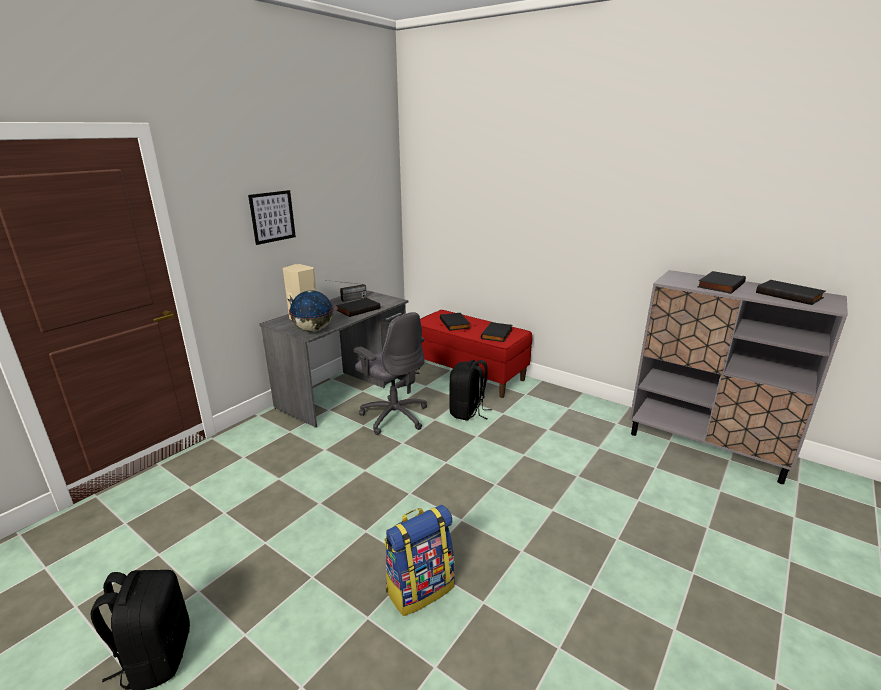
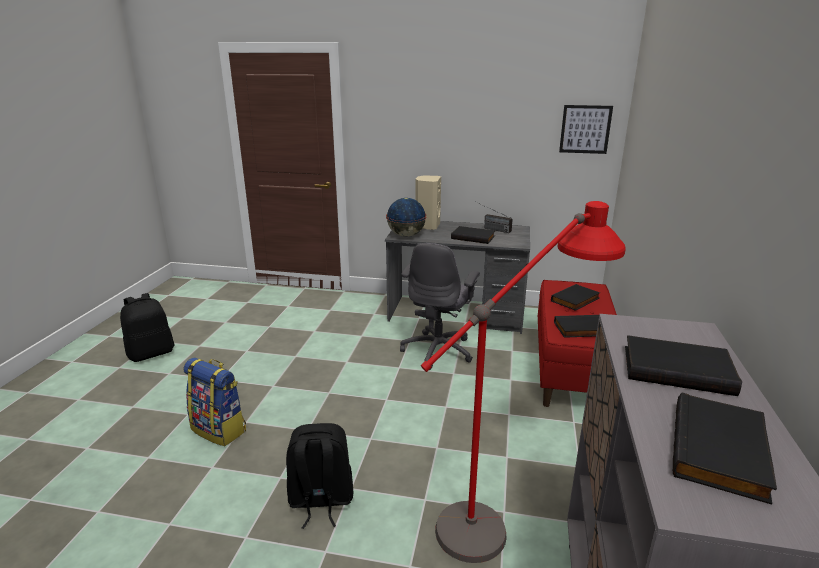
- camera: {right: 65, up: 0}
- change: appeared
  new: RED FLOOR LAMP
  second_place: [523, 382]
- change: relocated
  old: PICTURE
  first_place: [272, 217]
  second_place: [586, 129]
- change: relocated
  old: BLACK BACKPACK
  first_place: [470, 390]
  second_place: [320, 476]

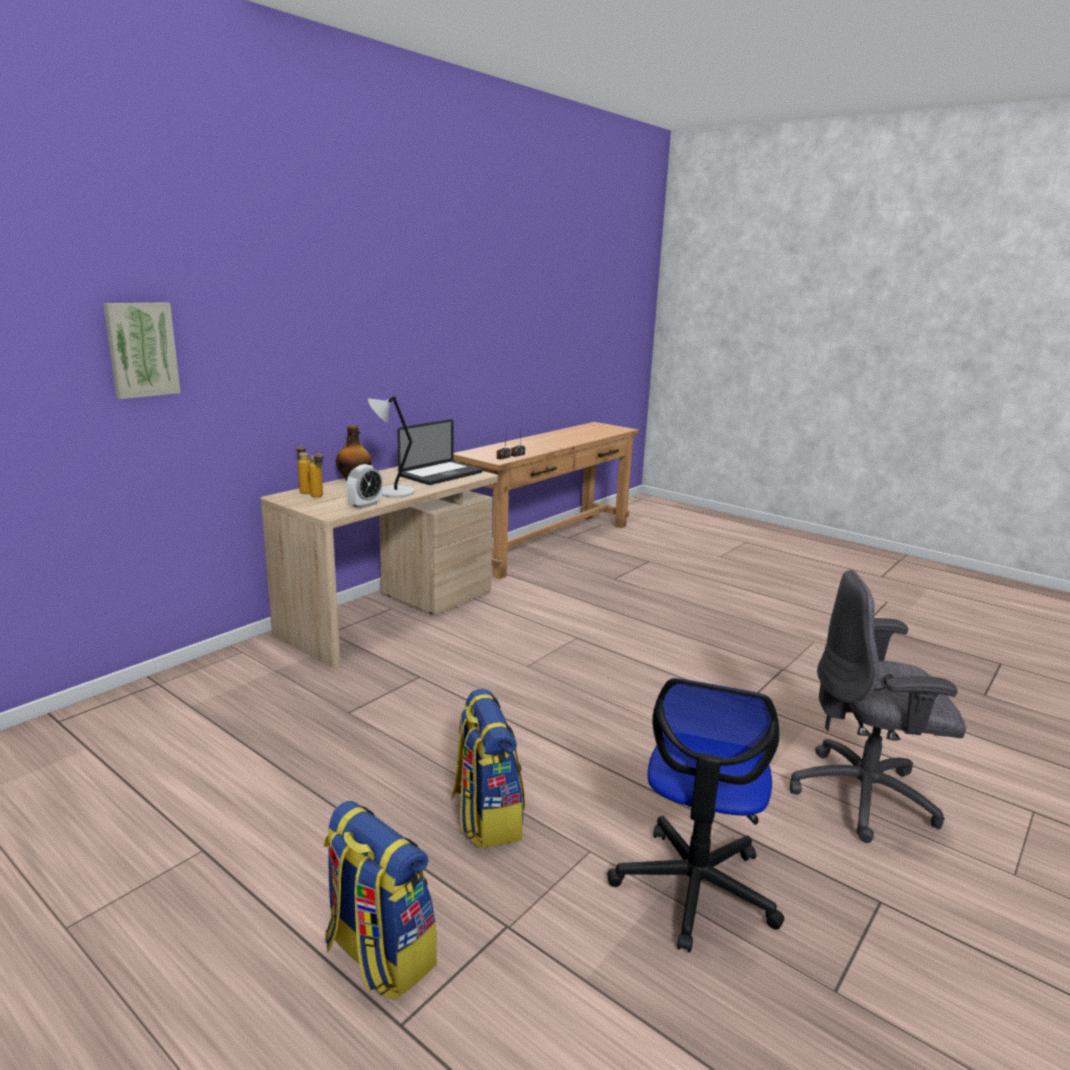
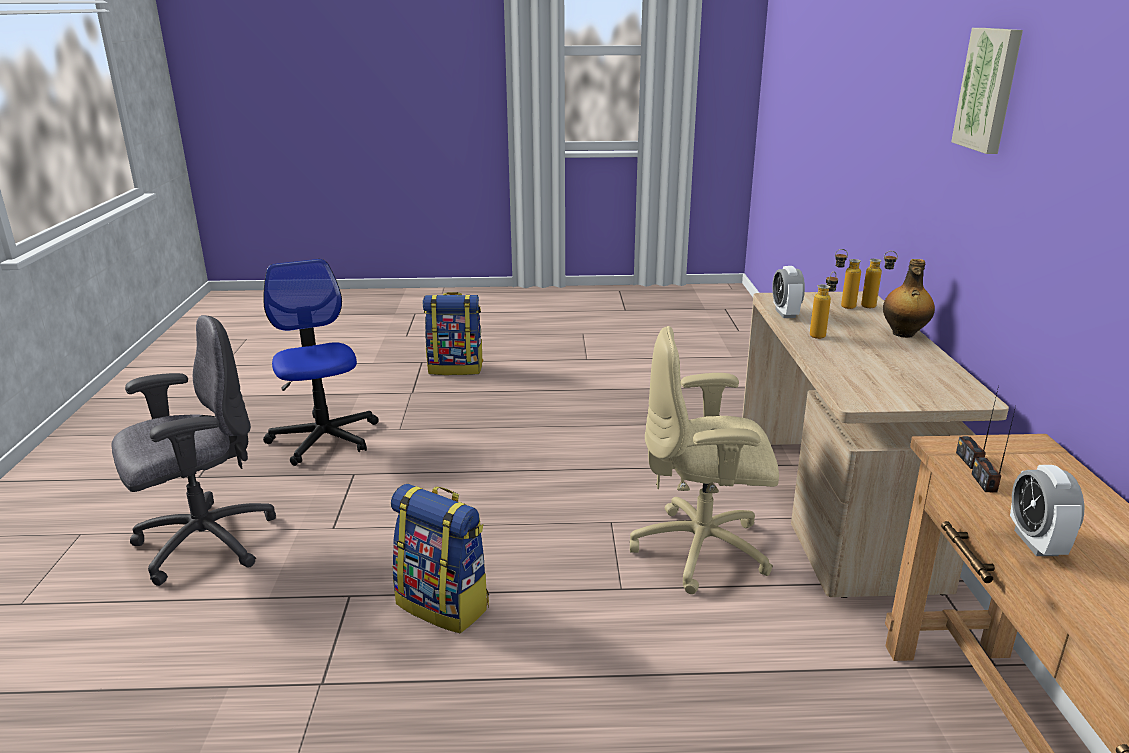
- camera: {right: 140, up: 5}
- change: missing
  old: LAPTOP
  first_place: [439, 452]
- change: appeared
  new: BEIGE OFFICE CHAIR
  second_place: [704, 460]
- change: appeared
  new: ALARM CLOCK
  second_place: [1047, 510]
- change: relocated
  old: PICTURE
  first_place: [142, 350]
  second_place: [987, 91]
- change: relocated
  old: BACKPACK
  first_place: [488, 768]
  second_place: [440, 559]
- change: exchanged
  old: GREY TABLE LAMP
  new: BOTTLE
  first_place: [391, 446]
  second_place: [824, 305]

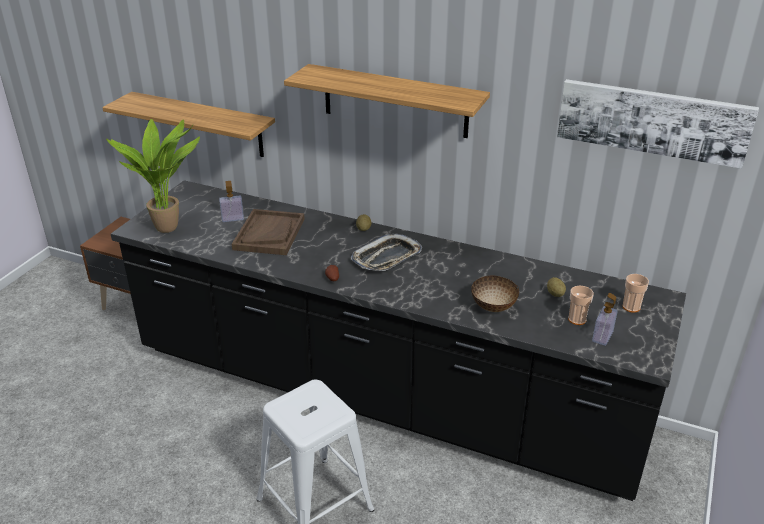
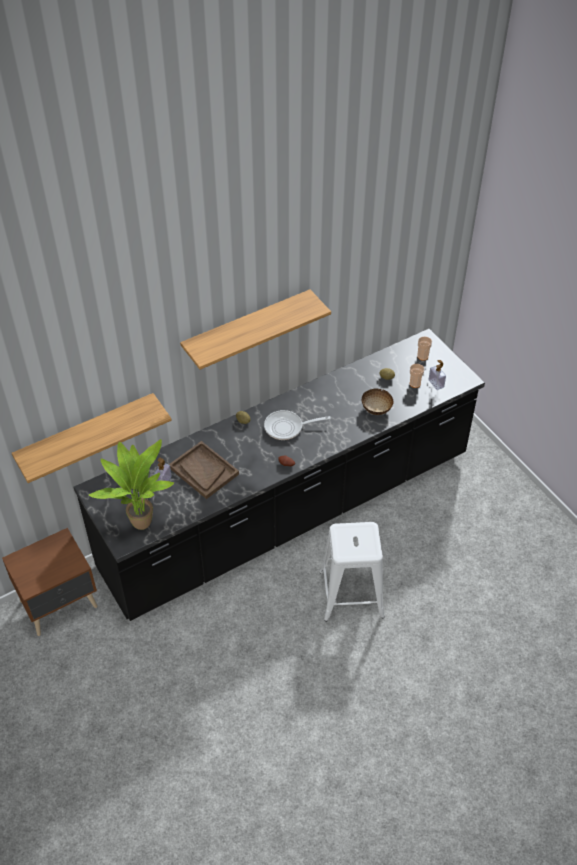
- camera: {right: -55, up: 15}
- change: missing
  old: PICTURE
  first_place: [658, 124]
- change: exchanged
  old: TRAY
  new: FRYING PAN
  first_place: [386, 252]
  second_place: [297, 425]

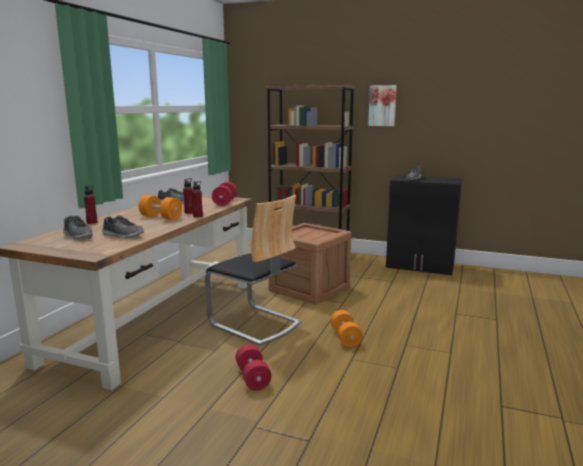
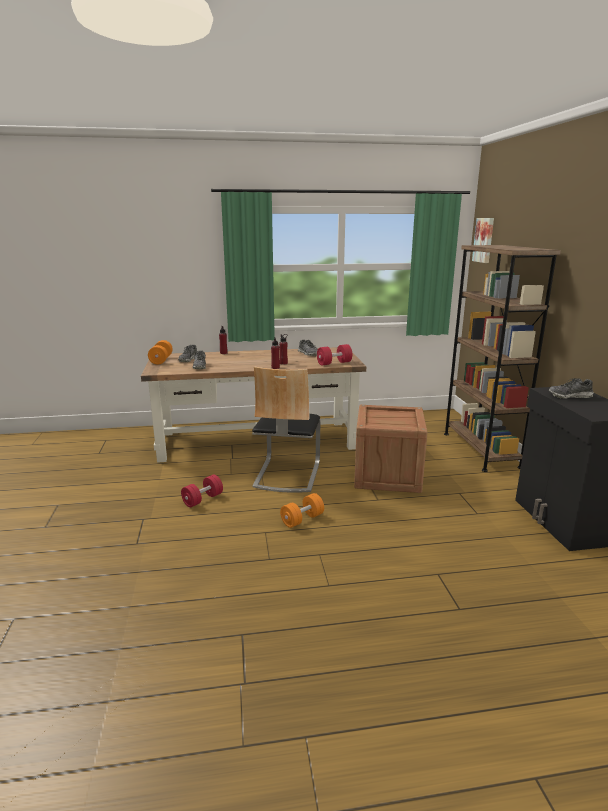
- camera: {right: 60, up: 5}
- change: relocated
  old: ORANGE DUMBBELL
  first_place: [160, 207]
  second_place: [160, 352]
- change: relocated
  old: PICTURE
  first_place: [382, 105]
  second_place: [483, 240]

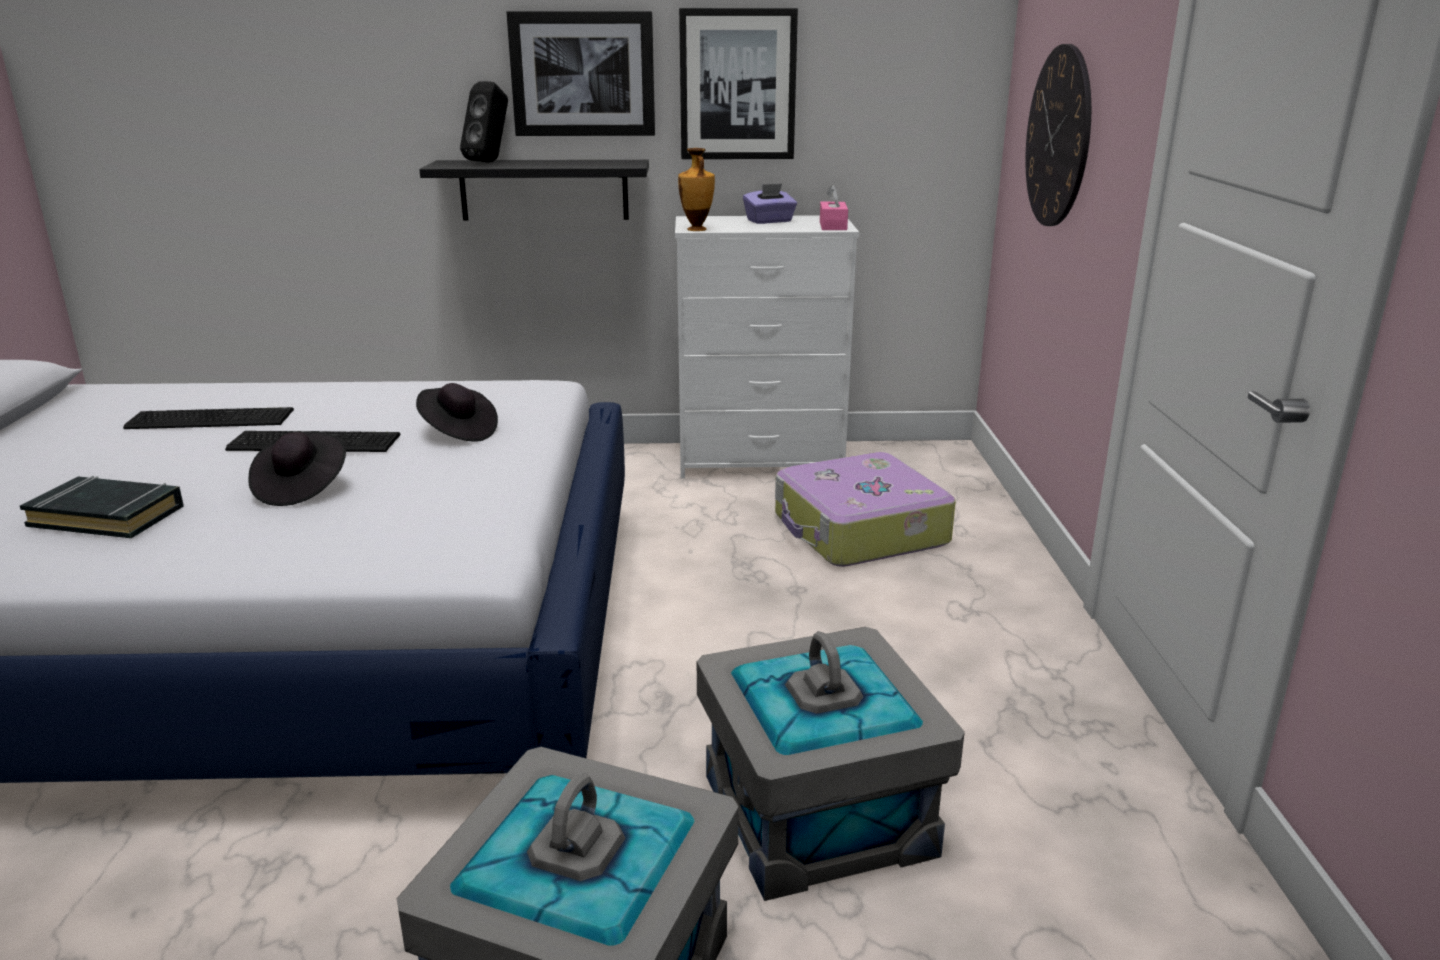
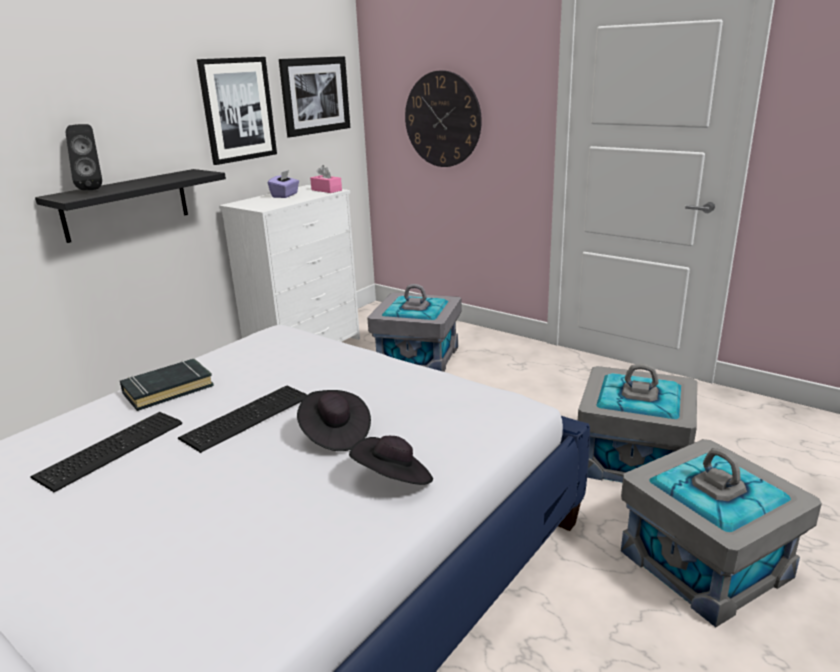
- camera: {right: -50, up: 0}
- change: missing
  old: VASE
  first_place: [696, 189]
- change: relocated
  old: BLACK BOOK
  first_place: [102, 507]
  second_place: [167, 385]
- change: relocated
  old: BLACK HAT
  first_place: [457, 412]
  second_place: [391, 460]
- change: relocated
  old: PICTURE
  first_place: [580, 73]
  second_place: [314, 96]
- change: exchanged
  old: SUITCASE
  new: GREY STORAGE BOX
  first_place: [865, 509]
  second_place: [414, 328]

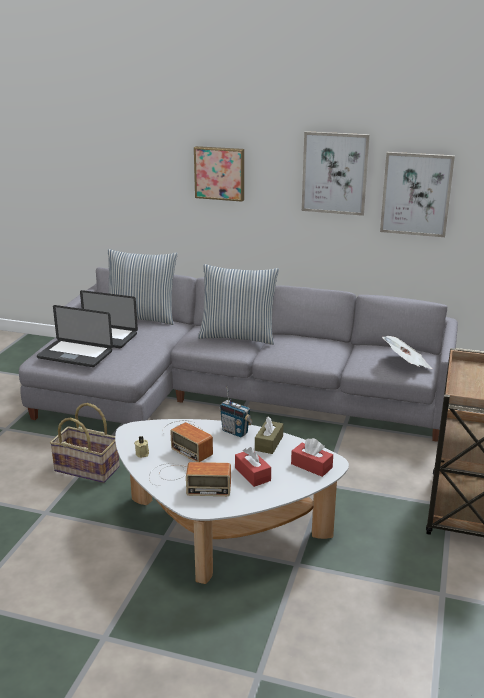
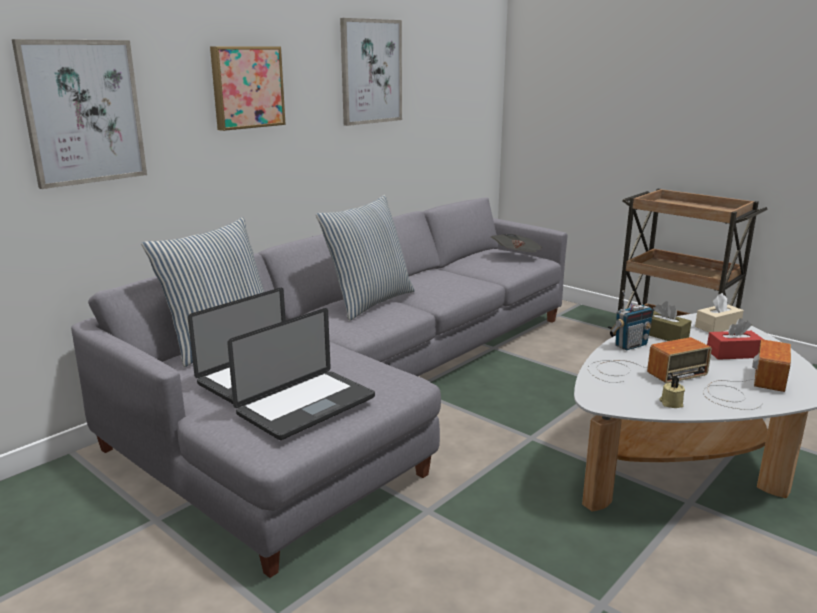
- camera: {right: -65, up: -5}
- change: missing
  old: BASKET
  first_place: [85, 443]
- change: relocated
  old: PICTURE
  first_place: [417, 194]
  second_place: [79, 114]
- change: colour
  old: RED TISSUE BOX
  new: BEIGE TISSUE BOX
  first_place: [312, 457]
  second_place: [719, 312]

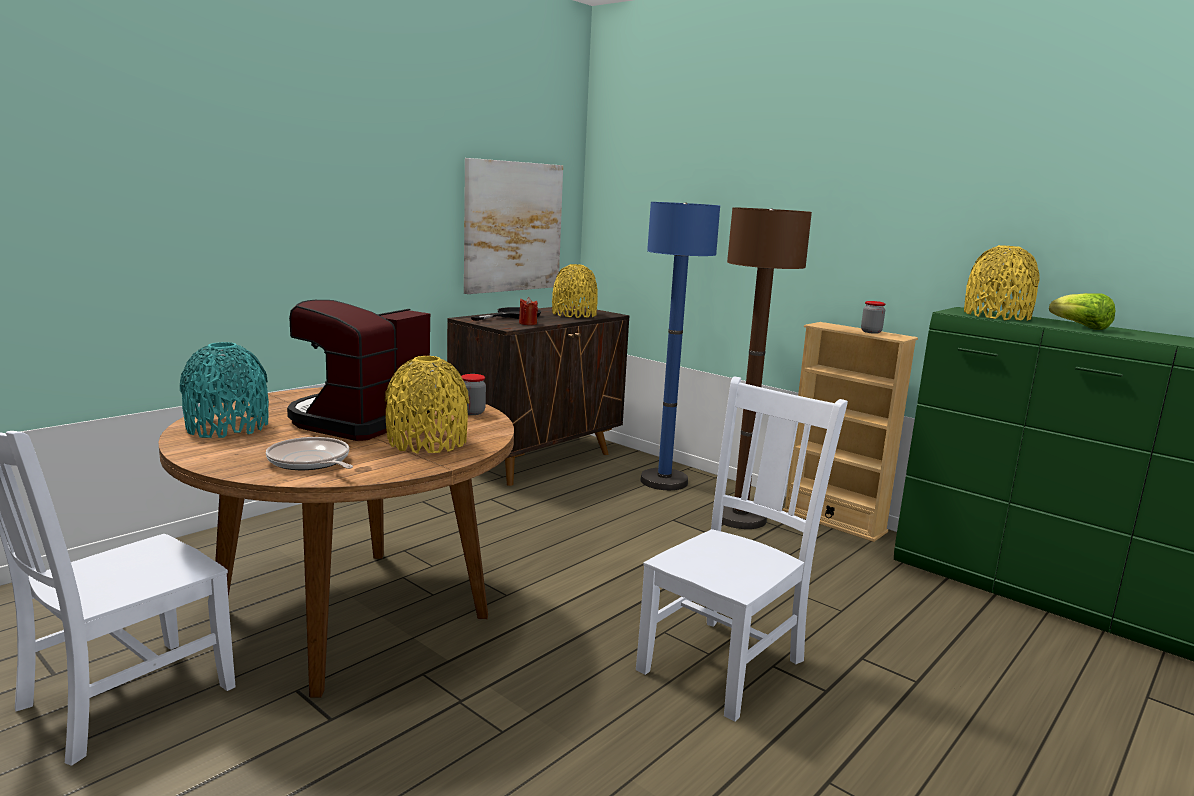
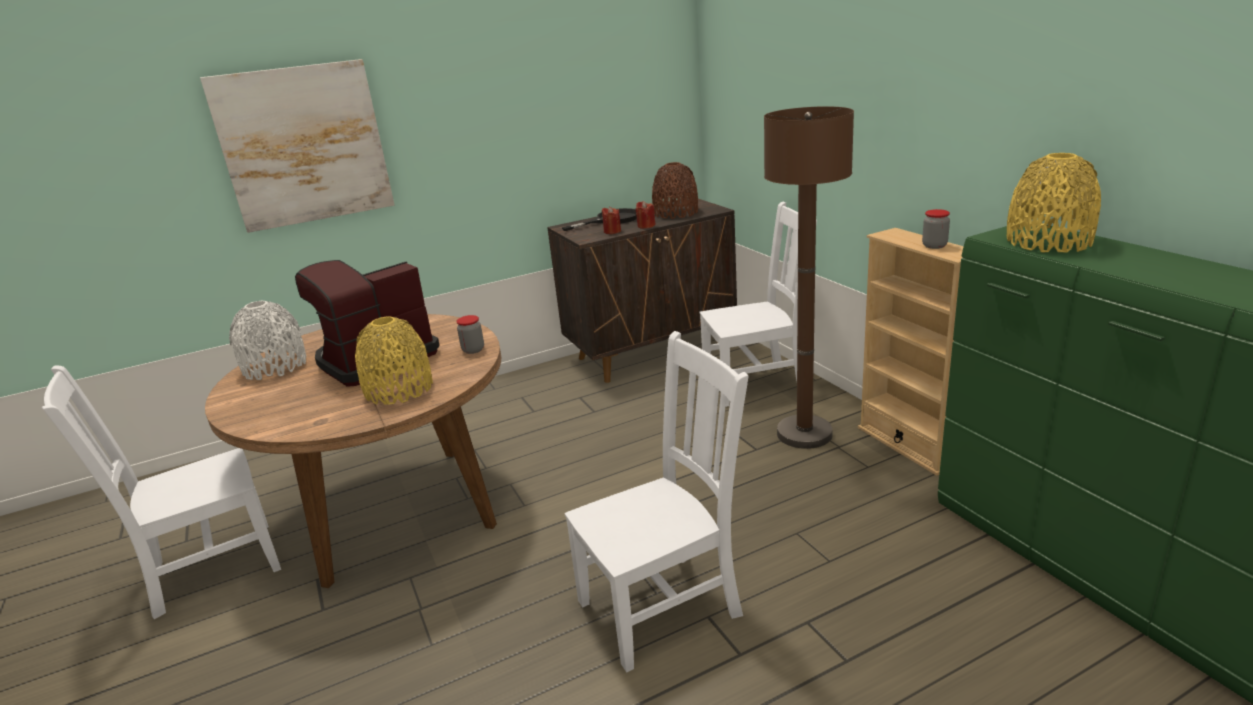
- camera: {right: 25, up: 10}
- change: missing
  old: FRYING PAN
  first_place: [309, 453]
- change: missing
  old: LETTUCE
  first_place: [1082, 311]
- change: appeared
  new: RED CANDLE
  second_place: [645, 215]
- change: relocated
  old: PICTURE
  first_place: [513, 226]
  second_place: [297, 146]
- change: exchanged
  old: BLUE FLOOR LAMP
  new: WHITE CHAIR
  first_place: [680, 346]
  second_place: [758, 304]
- change: colour
  old: TURQUOISE VASE
  new: WHITE VASE
  first_place: [224, 390]
  second_place: [267, 340]
- change: colour
  old: YELLOW VASE
  new: BROWN VASE
  first_place: [575, 291]
  second_place: [675, 190]

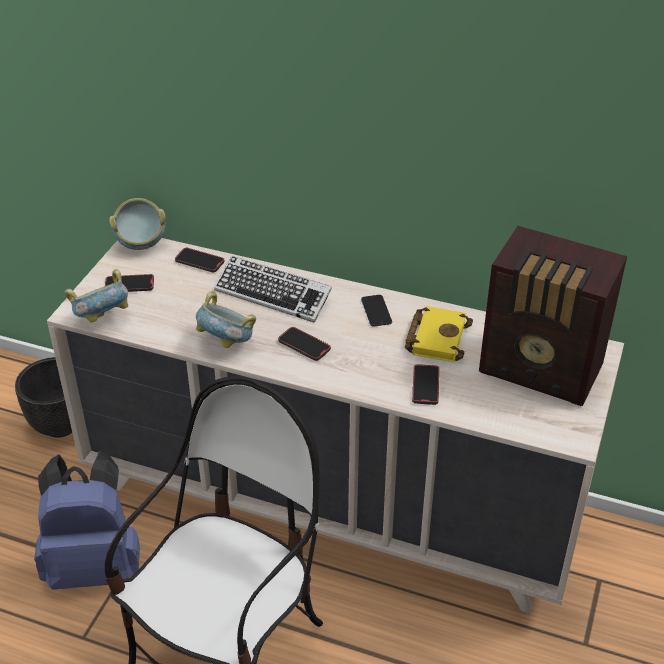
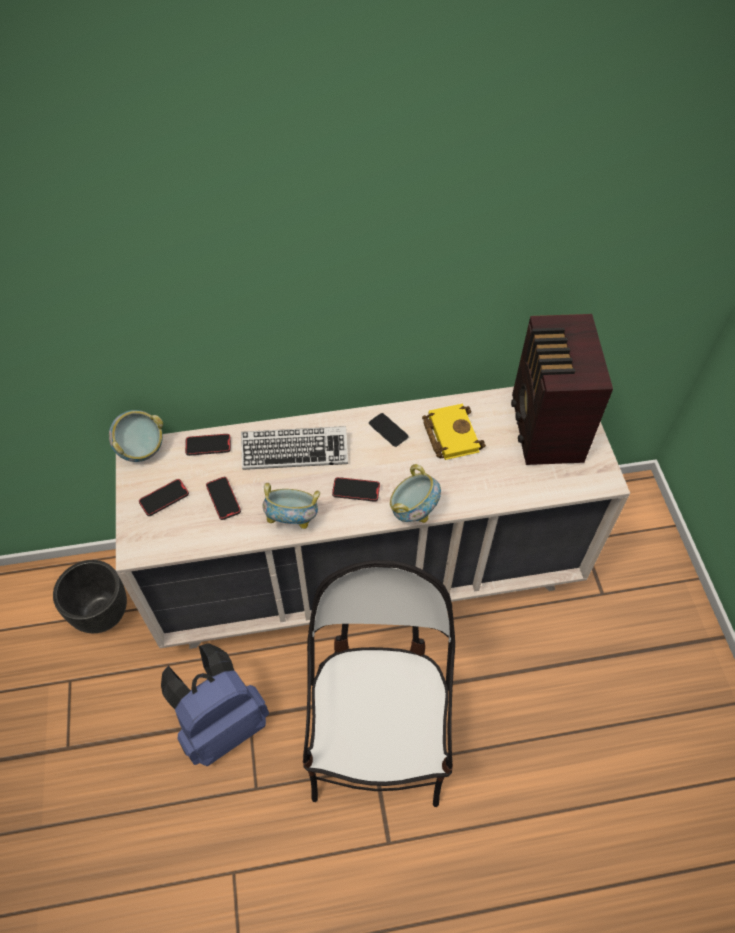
- camera: {right: -30, up: 15}
- change: relocated
  old: BOWL
  first_place: [96, 296]
  second_place: [415, 493]
- change: relocated
  old: PHONE
  first_place: [425, 384]
  second_place: [223, 498]
- change: spun
  old: RADIO
  first_place: [553, 316]
  second_place: [562, 389]
  degrees: 90

